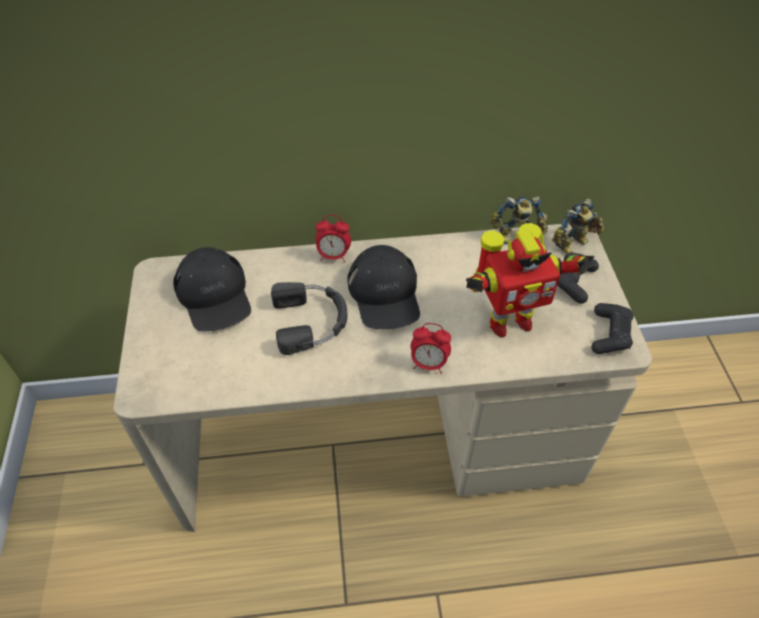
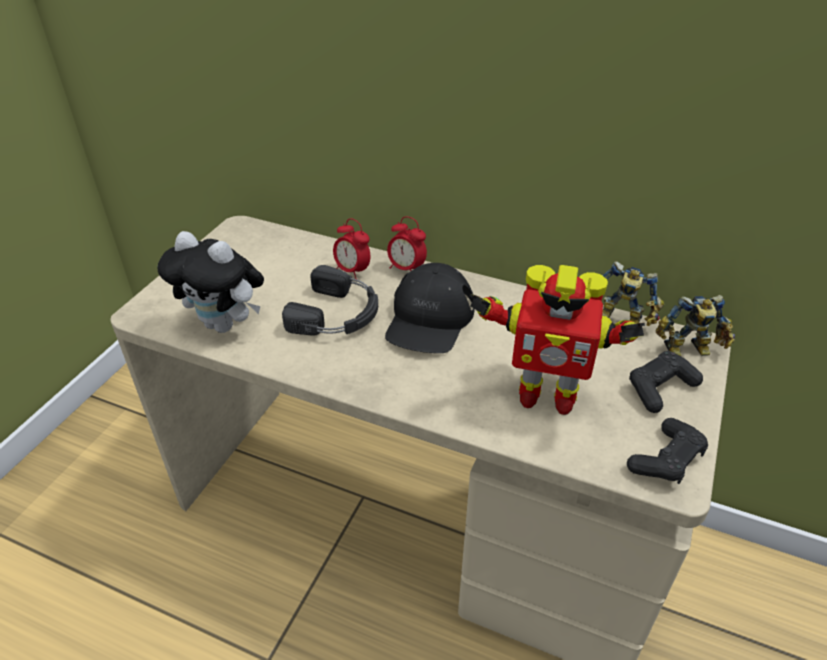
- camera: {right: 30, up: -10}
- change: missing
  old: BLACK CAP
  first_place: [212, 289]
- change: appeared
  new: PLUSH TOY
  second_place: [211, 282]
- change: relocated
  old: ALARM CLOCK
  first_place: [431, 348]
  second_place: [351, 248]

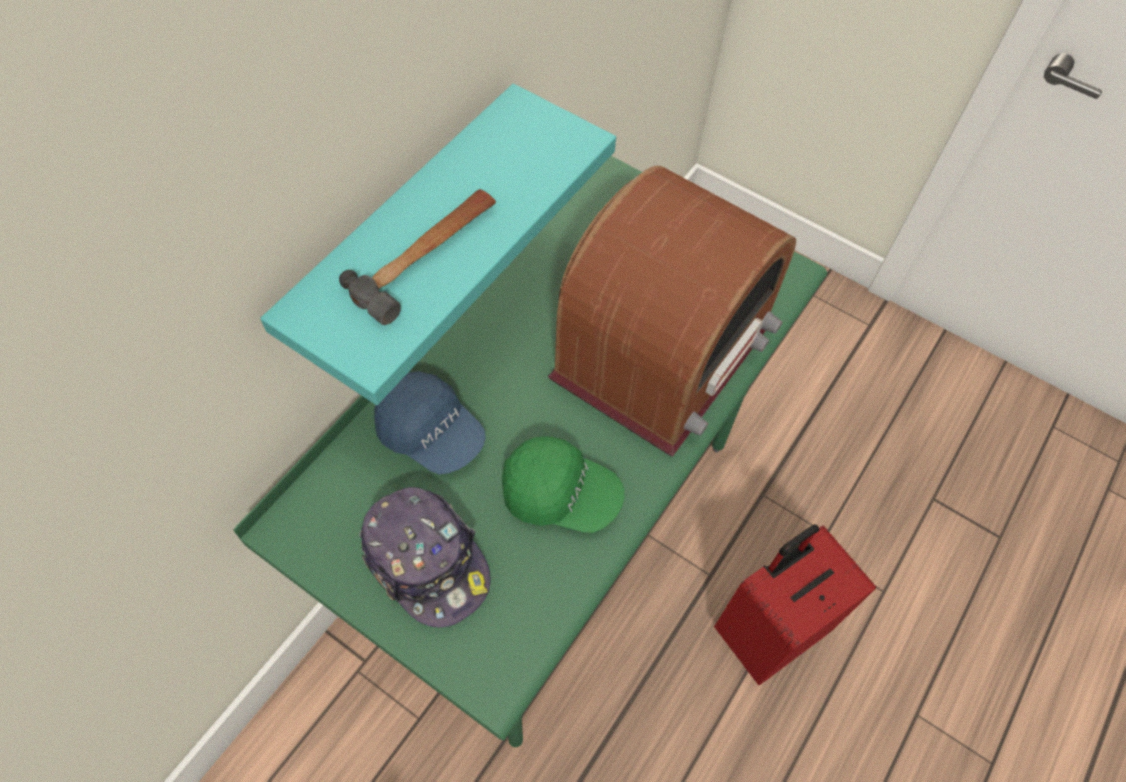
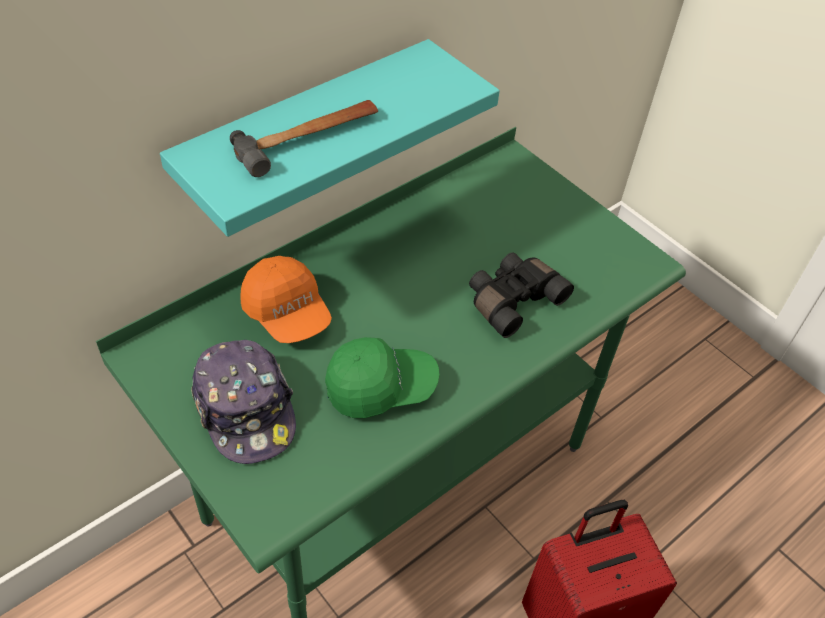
- camera: {right: 15, up: -10}
- change: exchanged
  old: RADIO
  new: BLACK BINOCULARS
  first_place: [672, 311]
  second_place: [521, 295]
- change: colour
  old: BLUE CAP
  new: ORANGE CAP
  first_place: [430, 422]
  second_place: [286, 299]
- change: spun
  old: GREEN CAP
  first_place: [563, 484]
  second_place: [382, 377]
  degrees: -45

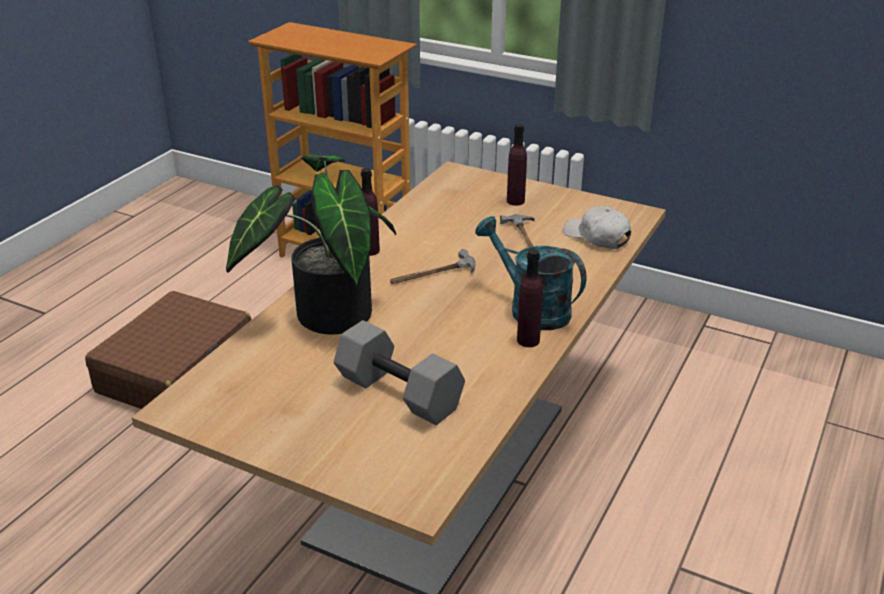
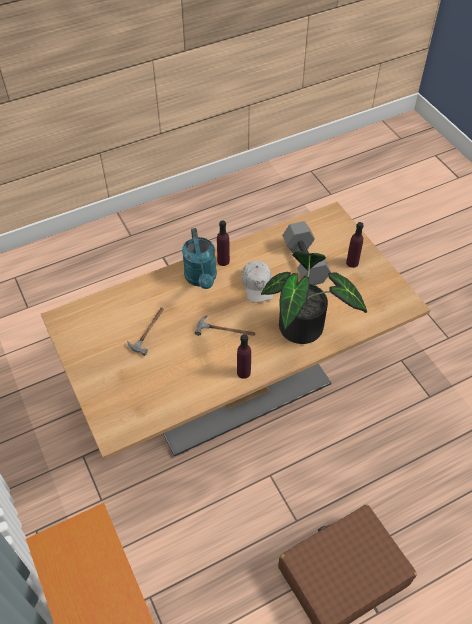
- camera: {right: -145, up: 20}
- change: relocated
  old: PURPLE BOTTLE
  first_place: [517, 165]
  second_place: [355, 245]
- change: relocated
  old: WHITE CAP
  first_place: [597, 227]
  second_place: [258, 281]

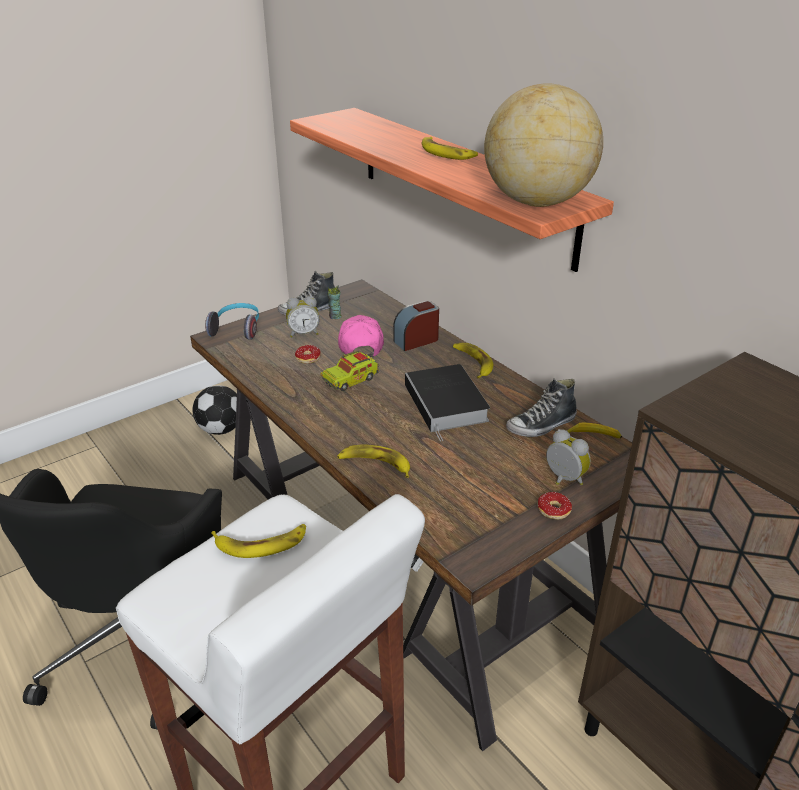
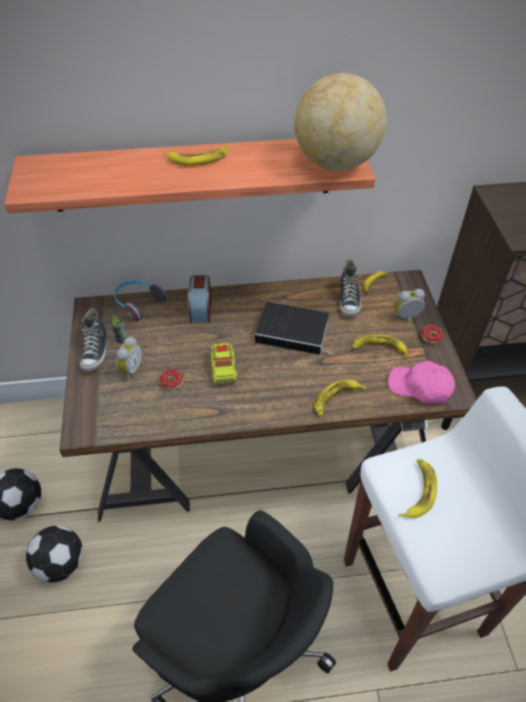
- camera: {right: -60, up: 15}
- change: appeared
  new: FOOTBALL
  second_place: [54, 554]
- change: relocated
  old: HEADPHONES
  first_place: [232, 321]
  second_place: [140, 301]
- change: relocated
  old: PINK CAP
  first_place: [361, 336]
  second_place: [421, 382]
- change: relocated
  old: BANANA
  first_place: [473, 361]
  second_place: [380, 346]

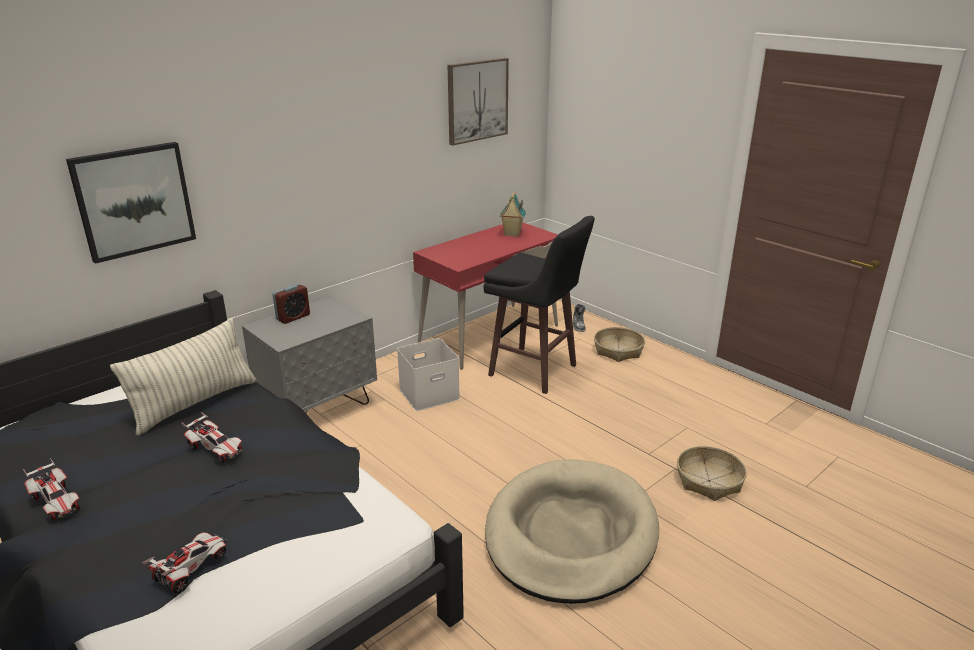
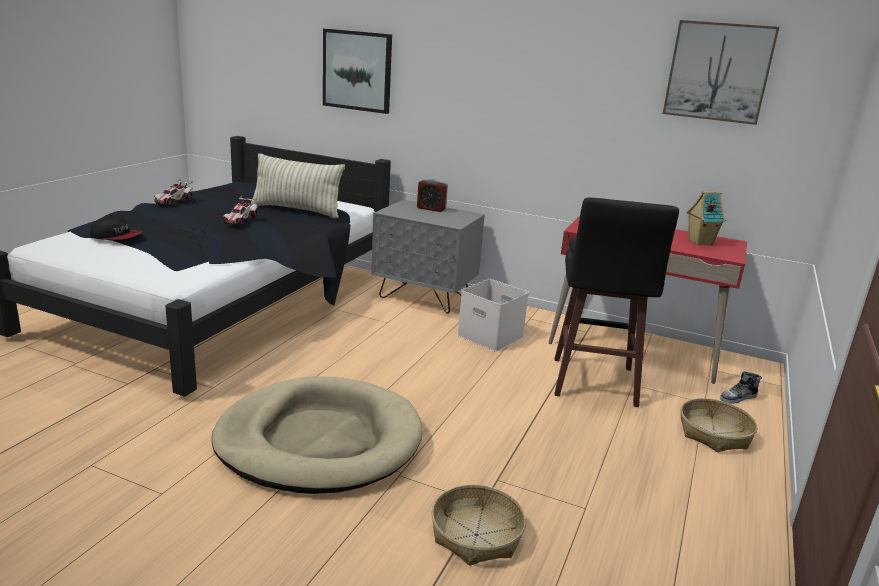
- camera: {right: 65, up: -5}
- change: exchanged
  old: TOY CAR
  new: CAP
  first_place: [184, 563]
  second_place: [116, 228]

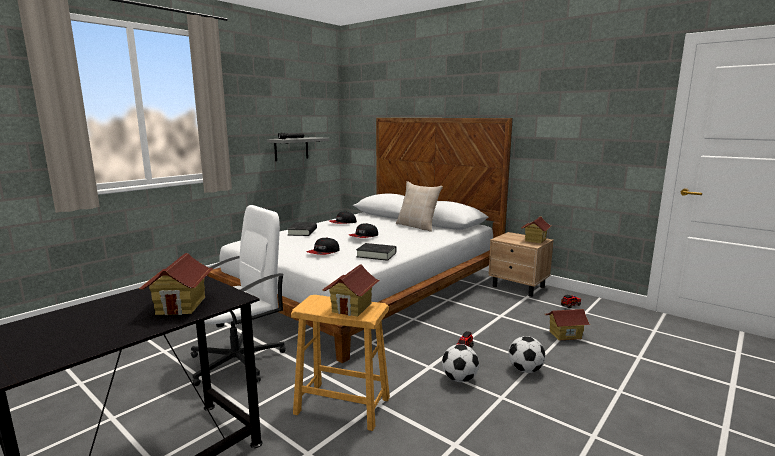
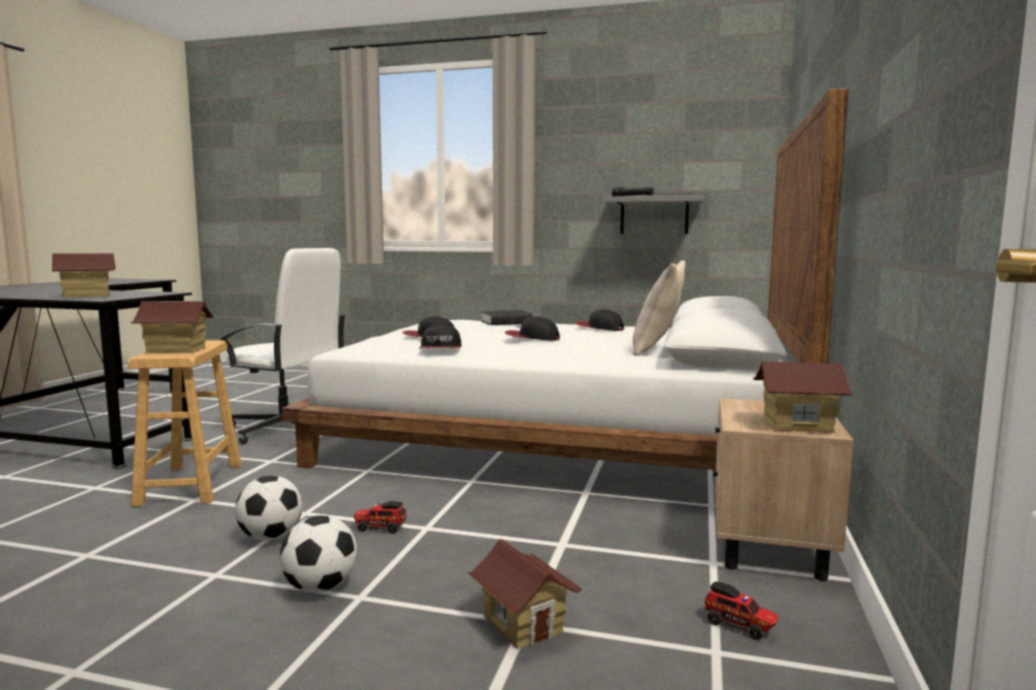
- camera: {right: 65, up: -5}
- change: exchanged
  old: BLACK BOOK
  new: CAP
  first_place: [376, 252]
  second_place: [440, 336]

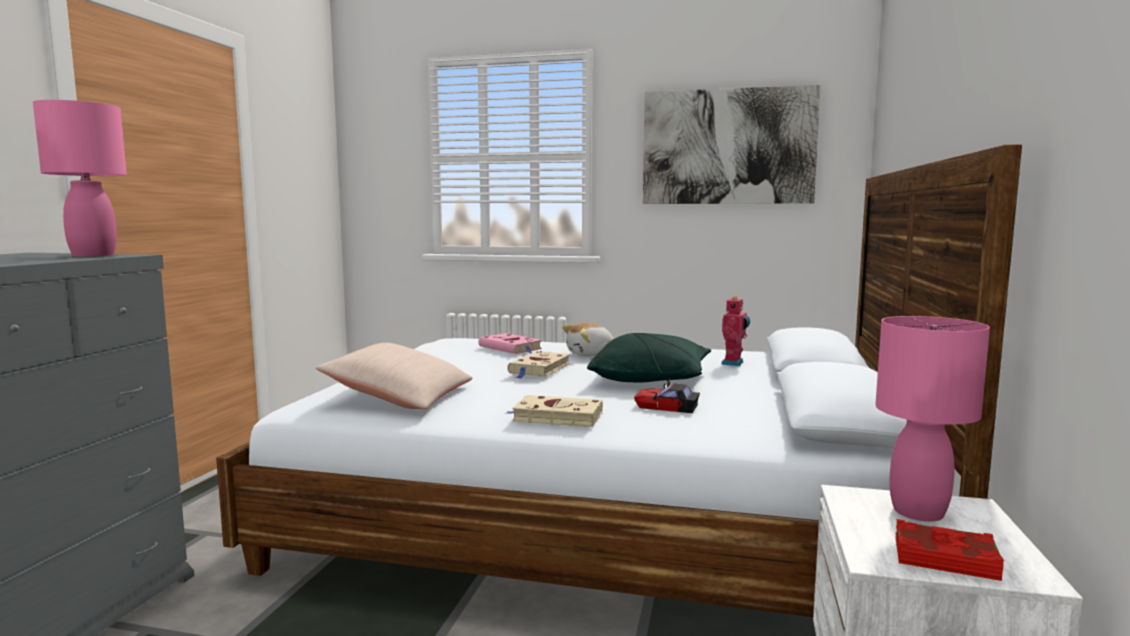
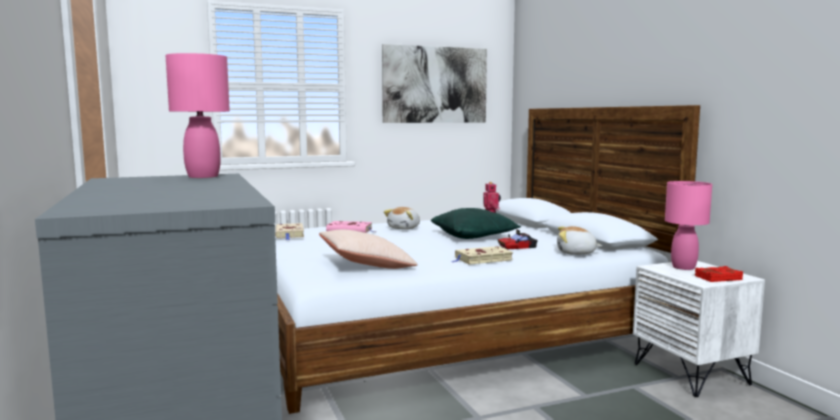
- camera: {right: -35, up: 0}
- change: appeared
  new: PLUSH TOY
  second_place: [579, 240]
- change: relocated
  old: BEIGE BOOK
  first_place: [539, 365]
  second_place: [289, 231]

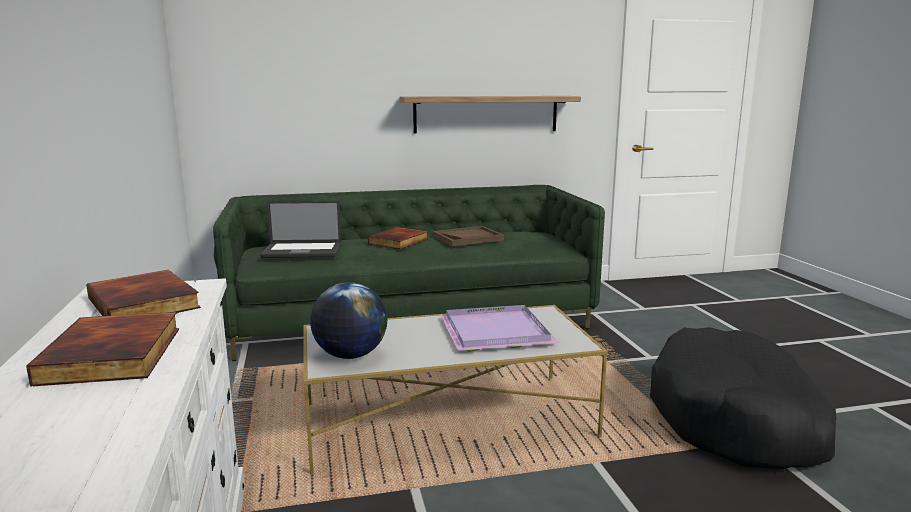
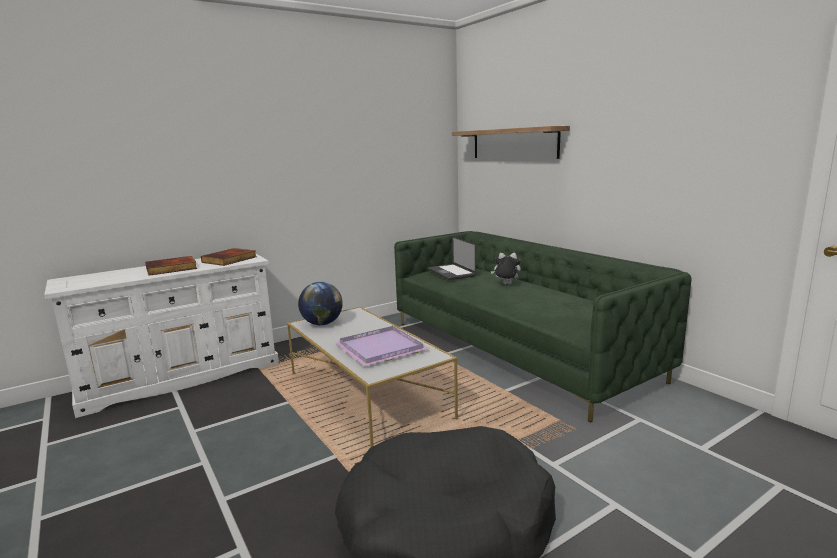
- camera: {right: 70, up: 0}
- change: missing
  old: BROWN TRAY
  first_place: [468, 236]
- change: relocated
  old: SHELF
  first_place: [490, 115]
  second_place: [511, 142]
- change: exchanged
  old: BOOK
  new: PLUSH TOY
  first_place: [398, 238]
  second_place: [506, 268]

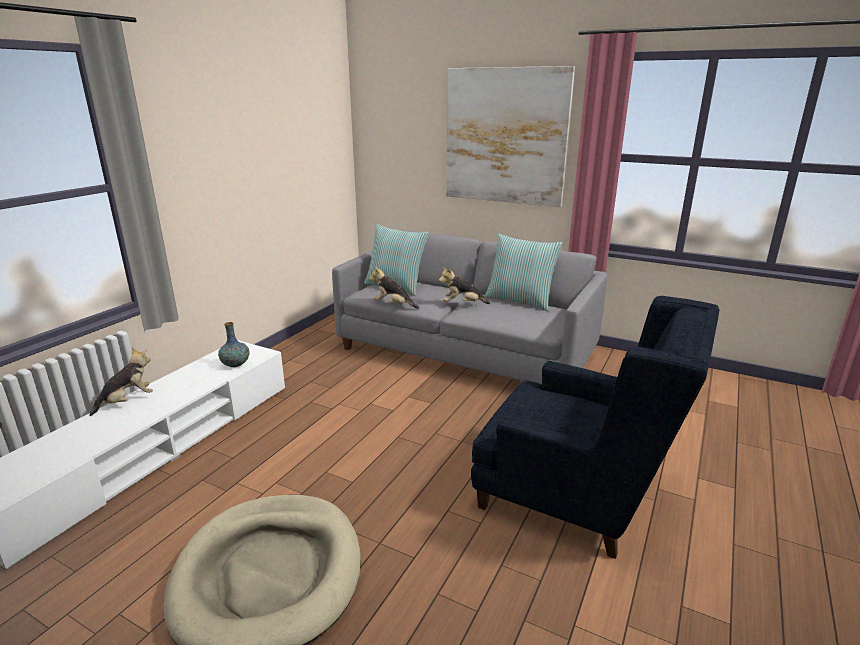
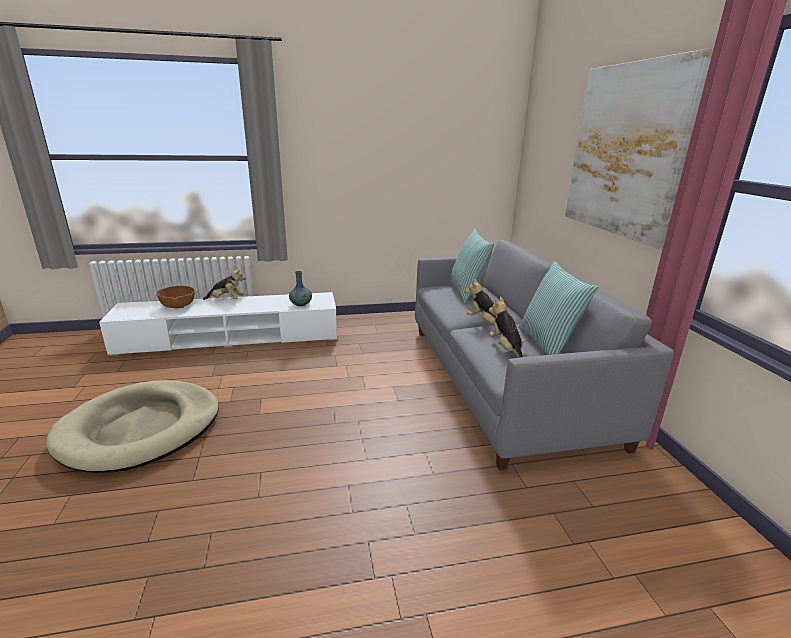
- camera: {right: 50, up: 0}
- change: missing
  old: BLUE ARMCHAIR
  first_place: [595, 427]
- change: appeared
  new: BROWN BOWL
  second_place: [175, 297]
- change: relocated
  old: PLUSH TOY
  first_place: [394, 287]
  second_place: [507, 327]

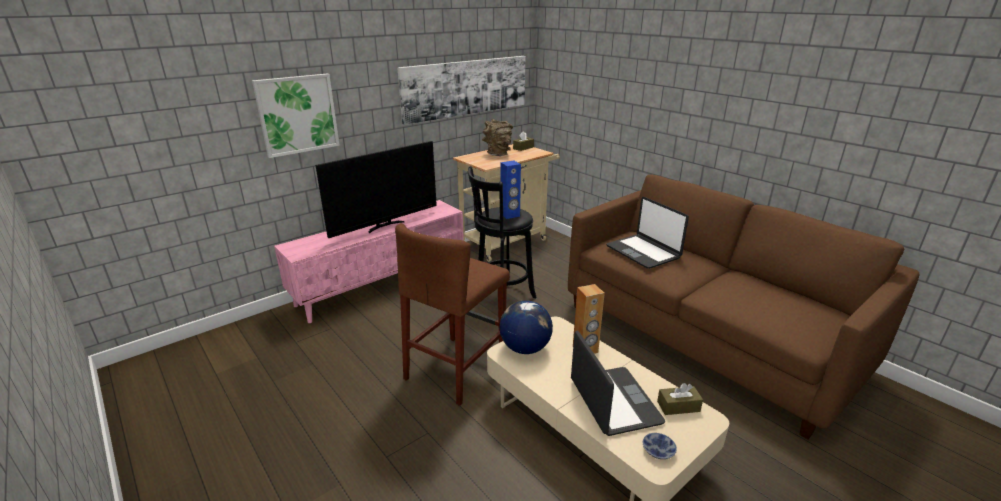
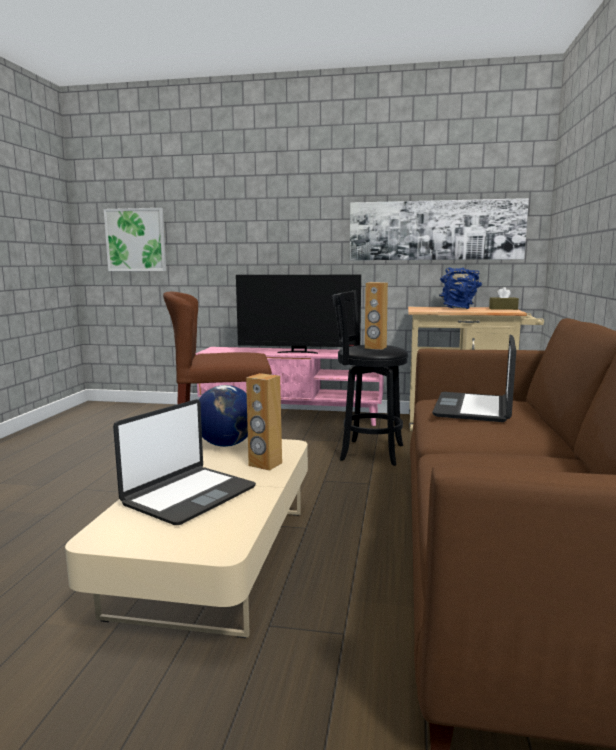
- camera: {right: 50, up: -15}
- change: missing
  old: BOWL
  first_place: [660, 446]
- change: missing
  old: BROWN TISSUE BOX
  first_place: [680, 399]
- change: relocated
  old: PICTURE
  first_place: [296, 116]
  second_place: [135, 239]
- change: colour
  old: BROWN VASE
  new: BLUE VASE
  first_place: [497, 137]
  second_place: [460, 288]
- change: colour
  old: BLUE SPEAKER
  new: BROWN SPEAKER
  first_place: [511, 189]
  second_place: [376, 316]

